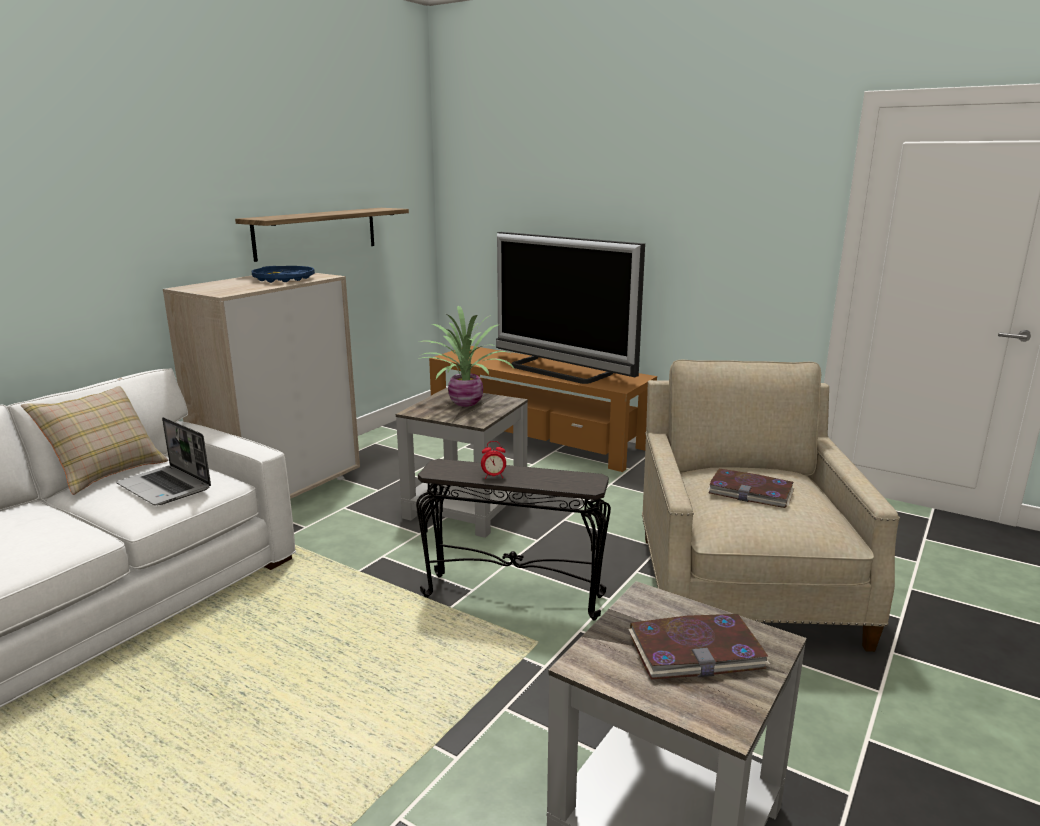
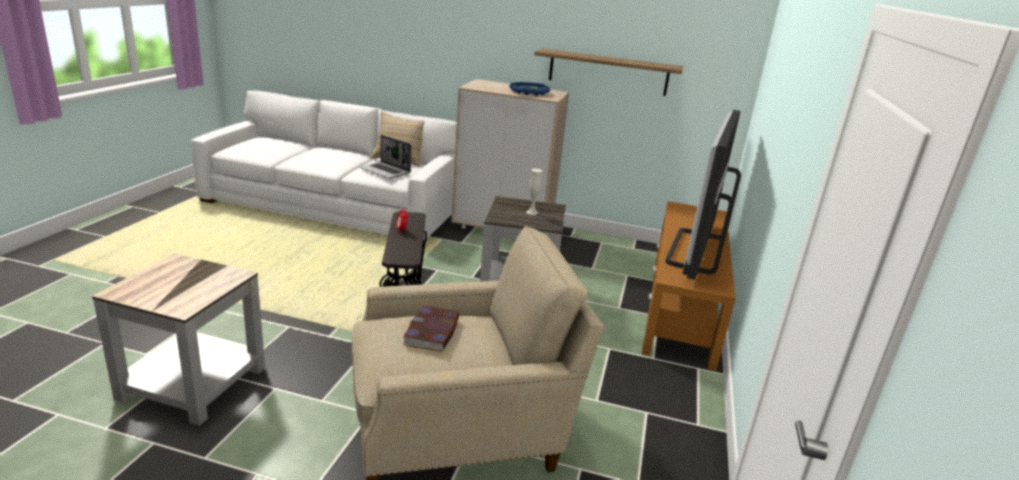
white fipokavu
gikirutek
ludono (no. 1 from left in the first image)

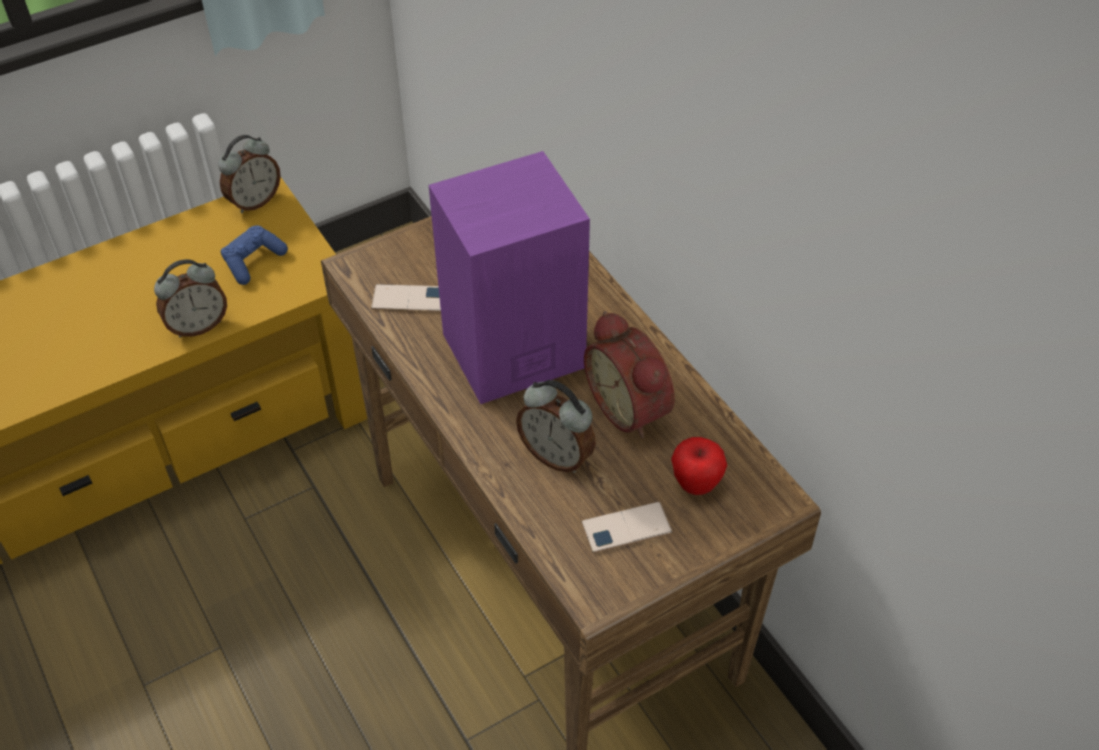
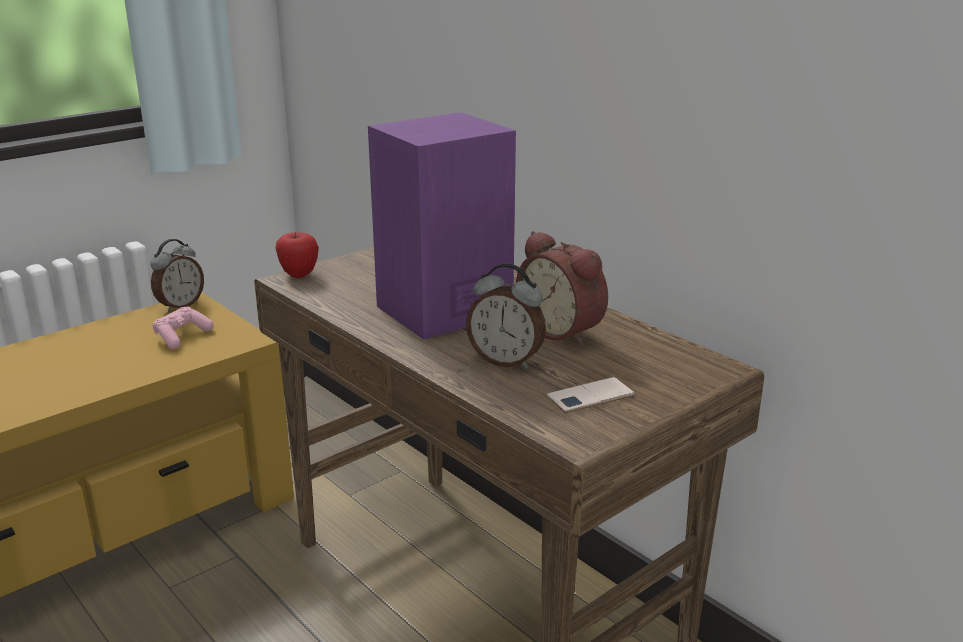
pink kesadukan
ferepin (no. 1 from left in the first image)
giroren (no. 1 from left in the first image)
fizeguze

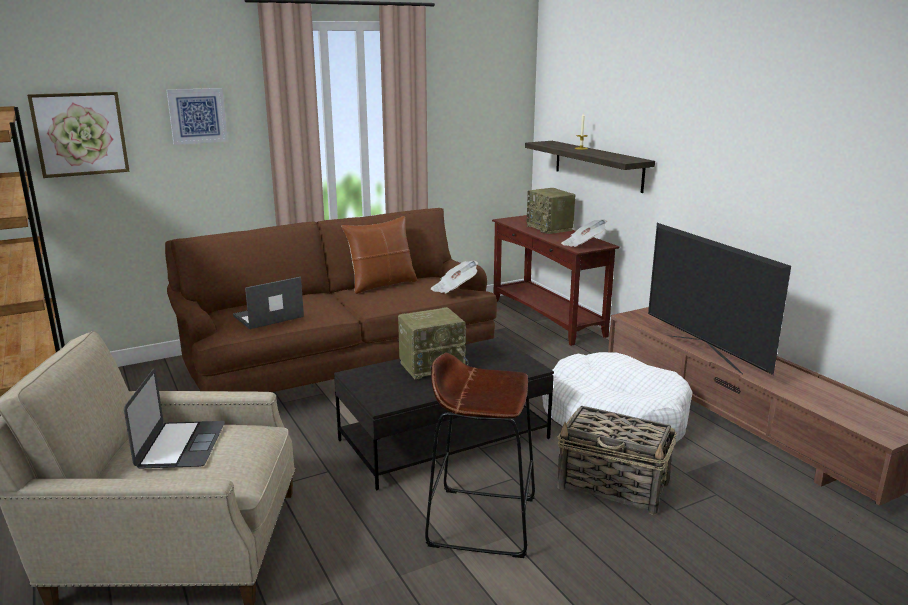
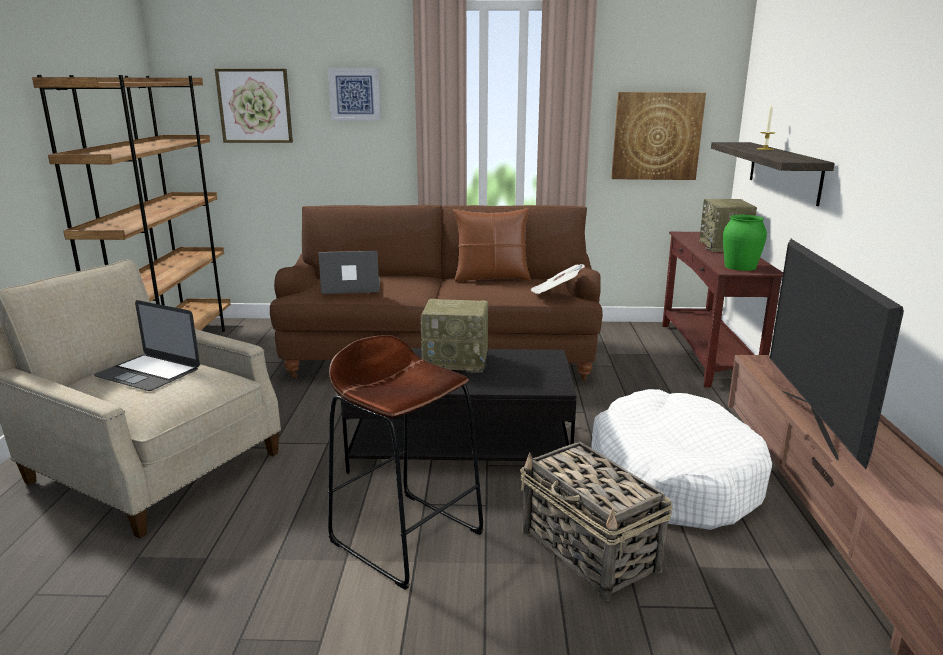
green fipokavu
gikirutek (no. 1 from left)
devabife (no. 3 from left)

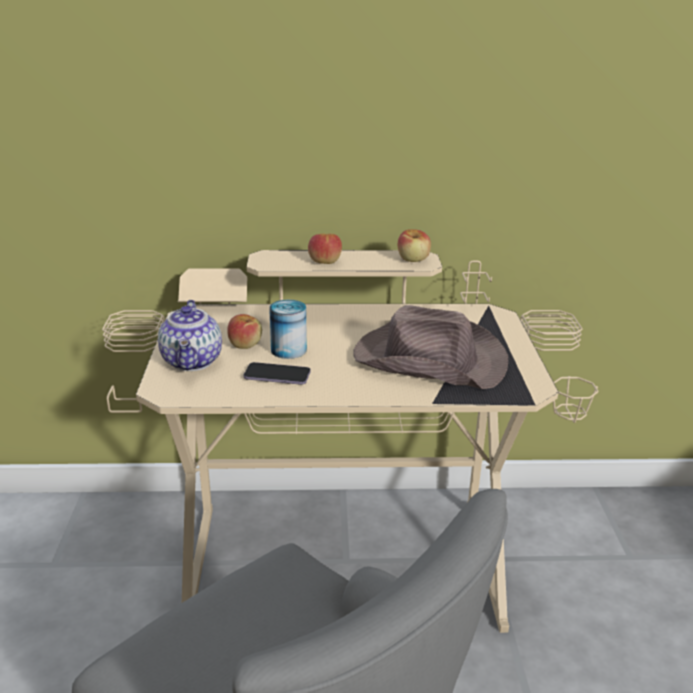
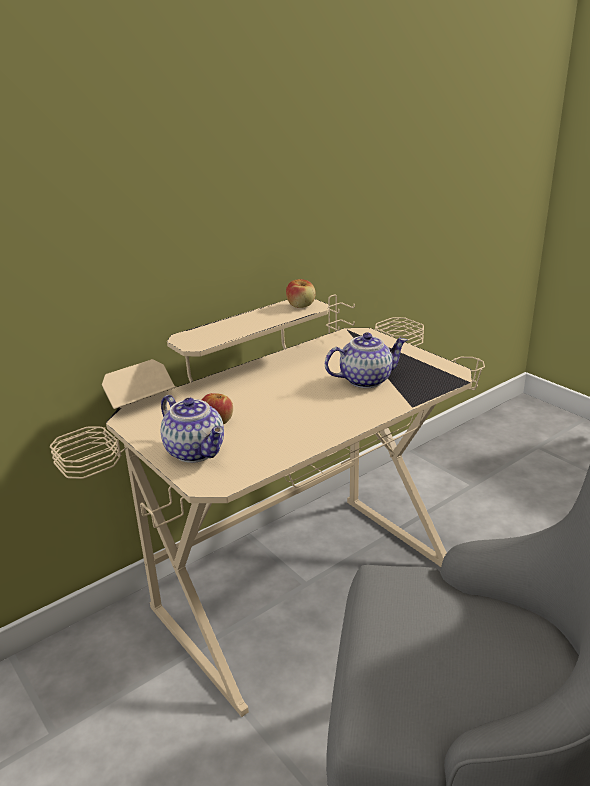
fizeguze (no. 2 from left in the first image)
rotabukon
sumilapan (no. 2 from left)
giroren

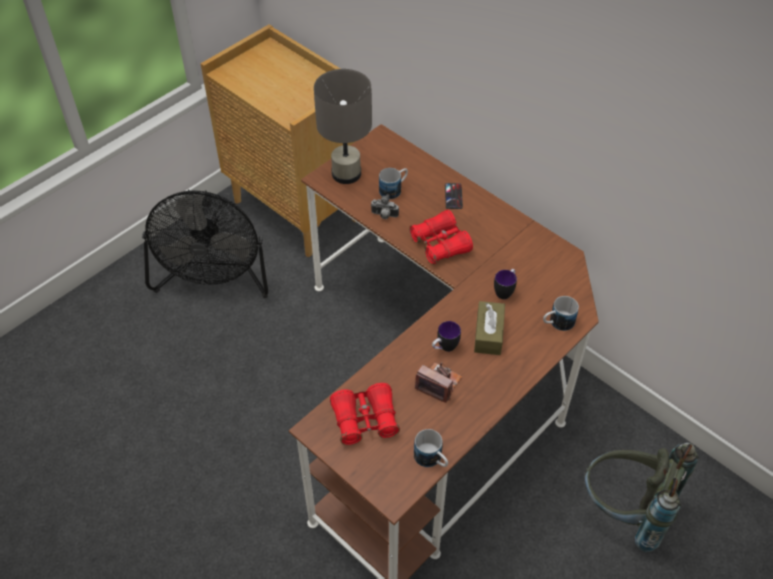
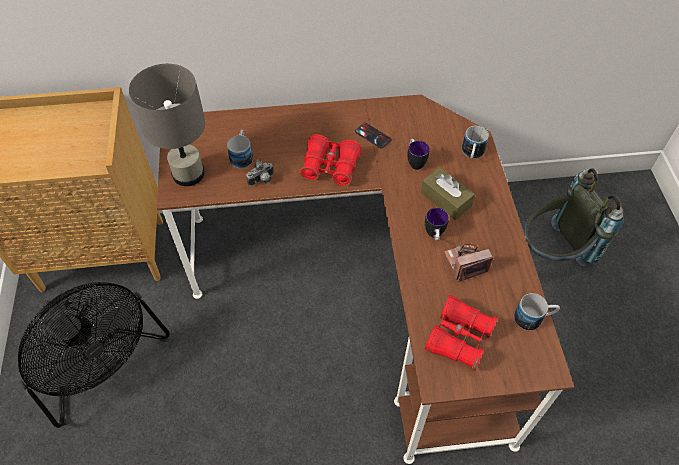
giroren

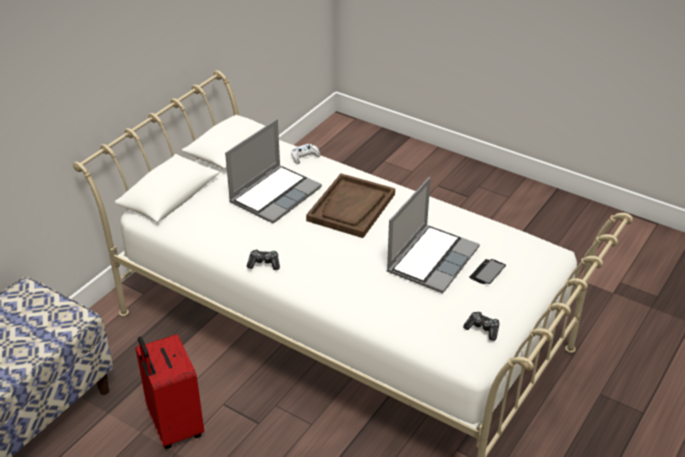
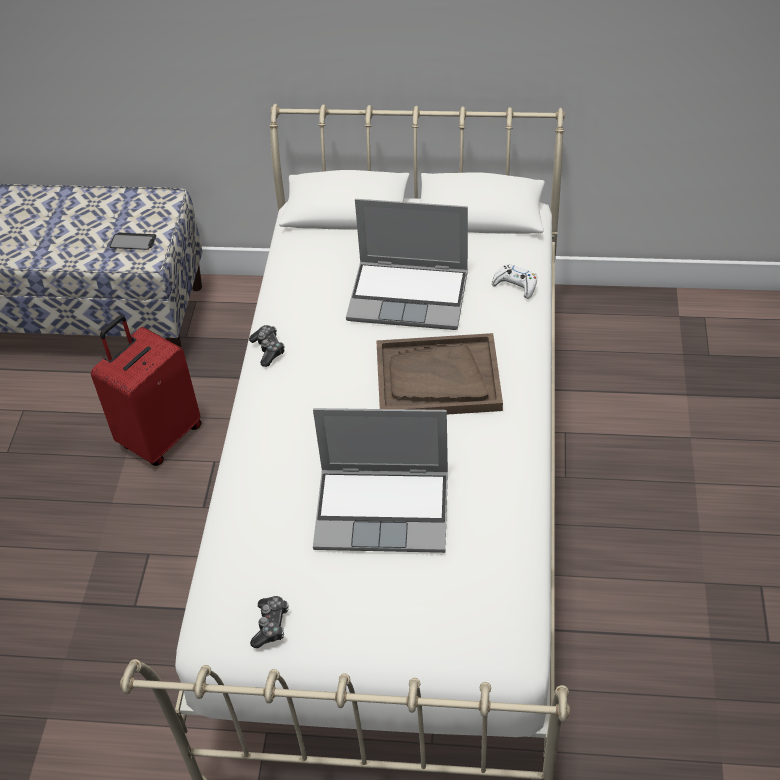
giroren

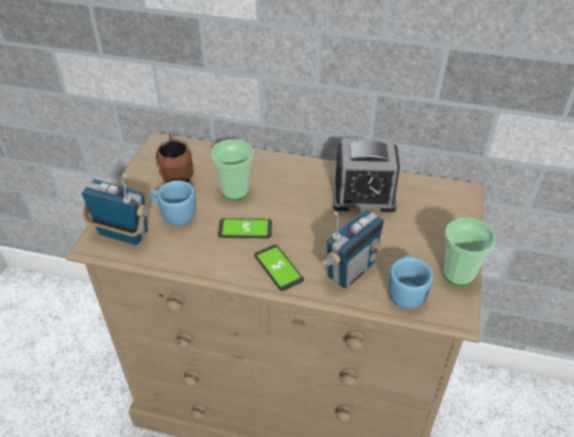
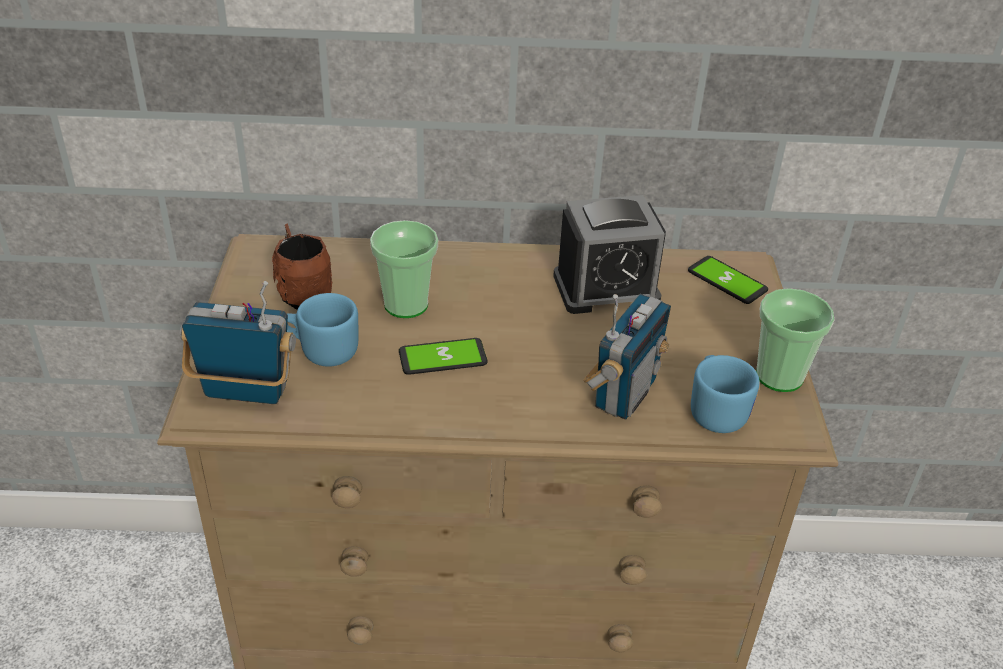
giroren (no. 2 from left)

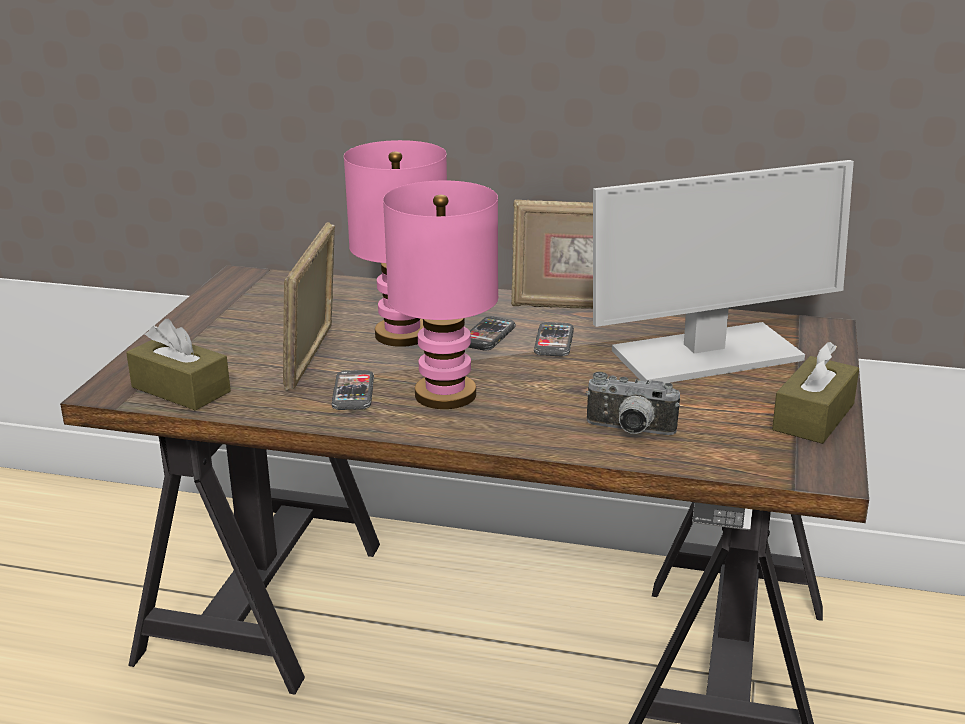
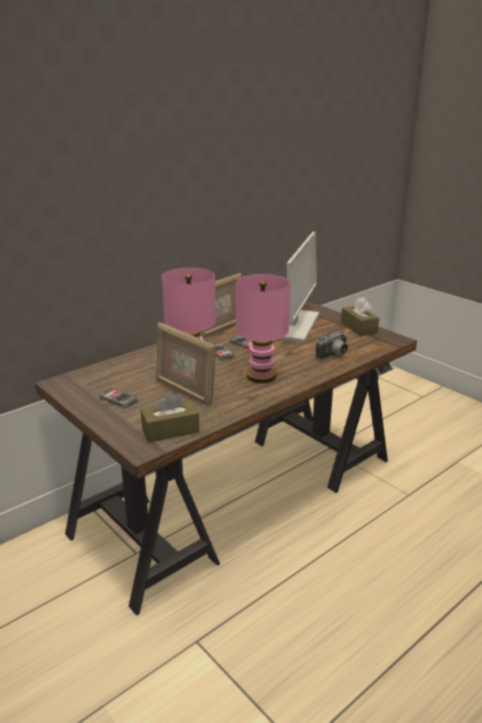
giroren (no. 1 from left)

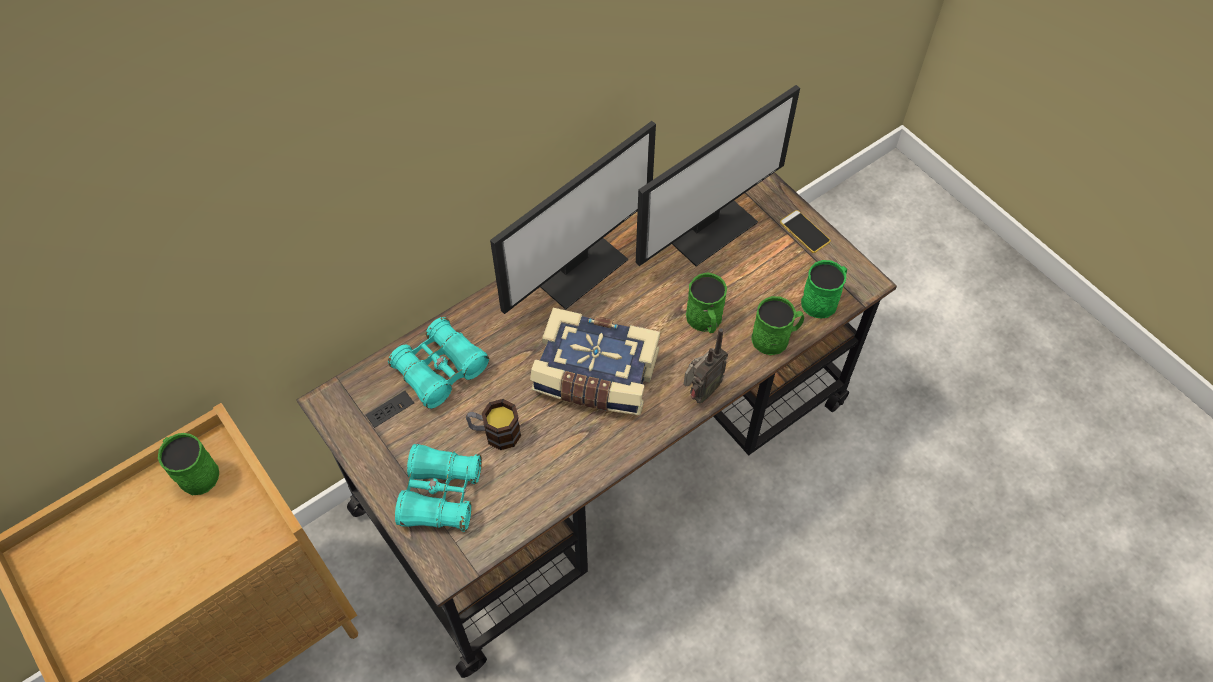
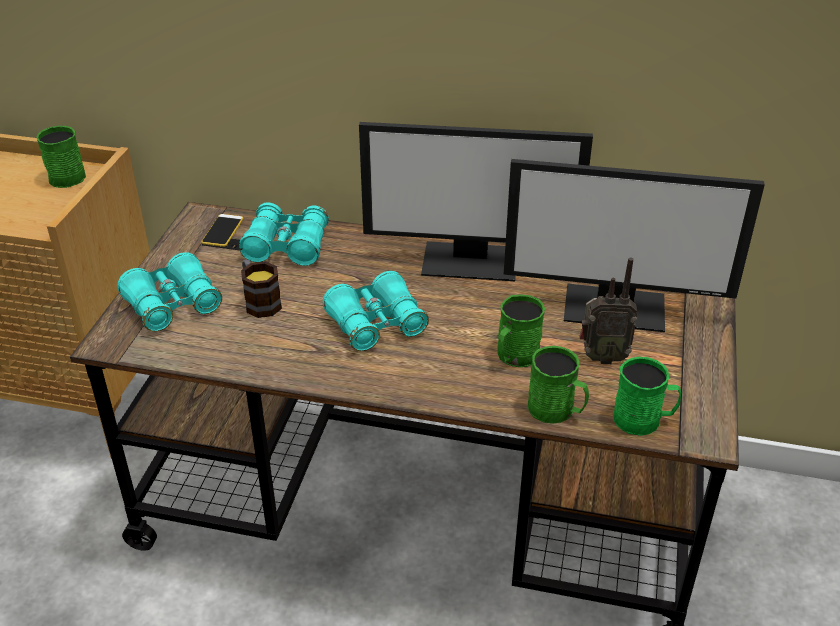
giroren
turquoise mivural (no. 3 from left)
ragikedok

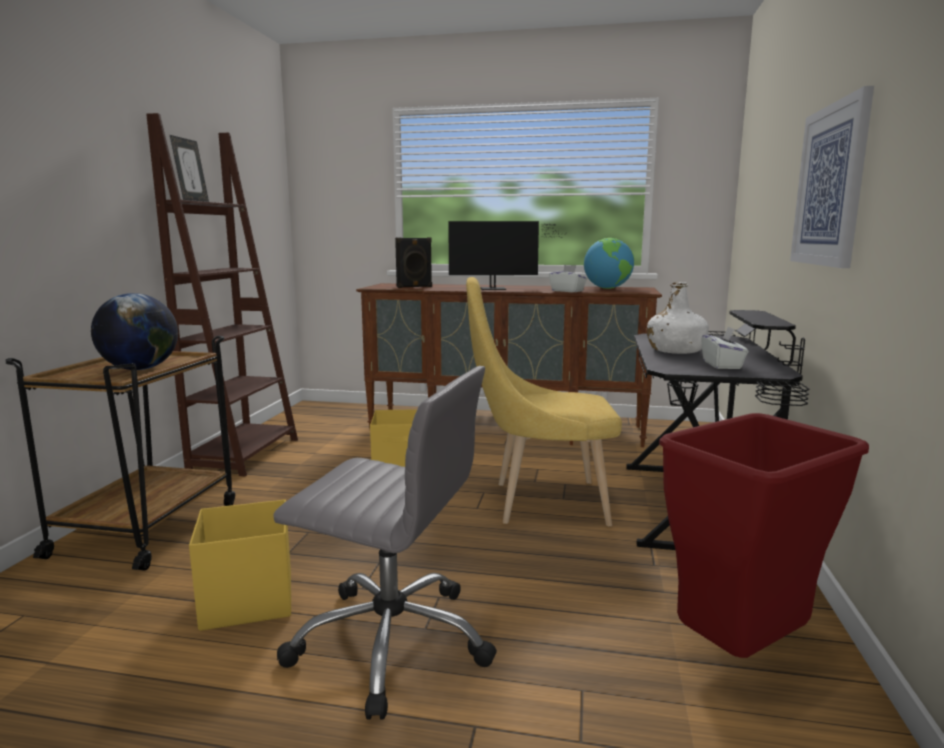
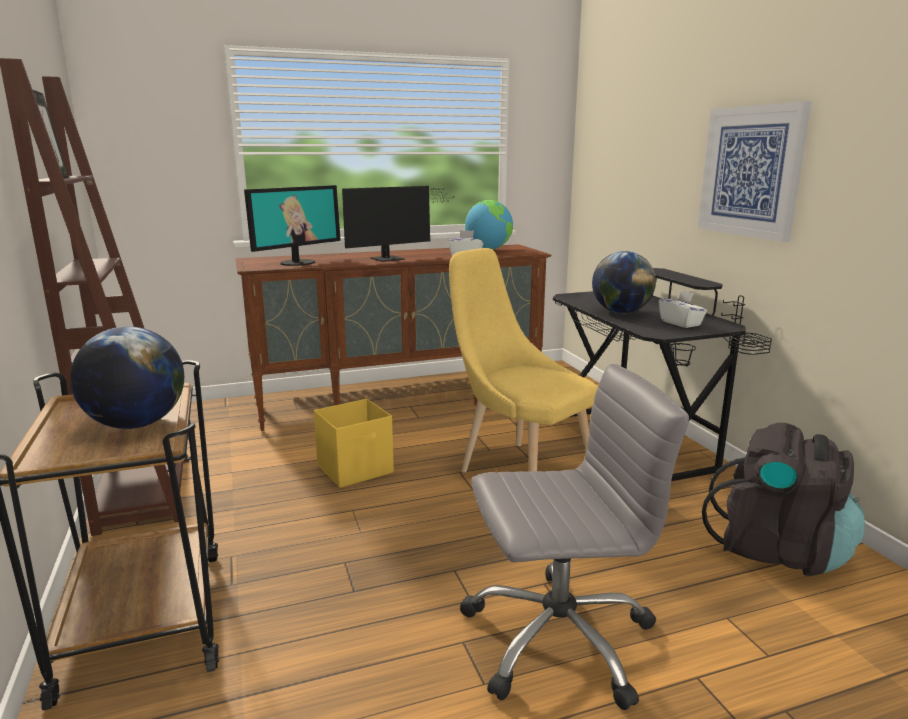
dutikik (no. 1 from left)
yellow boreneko
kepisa (no. 3 from left)
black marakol
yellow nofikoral (no. 1 from left in the first image)

